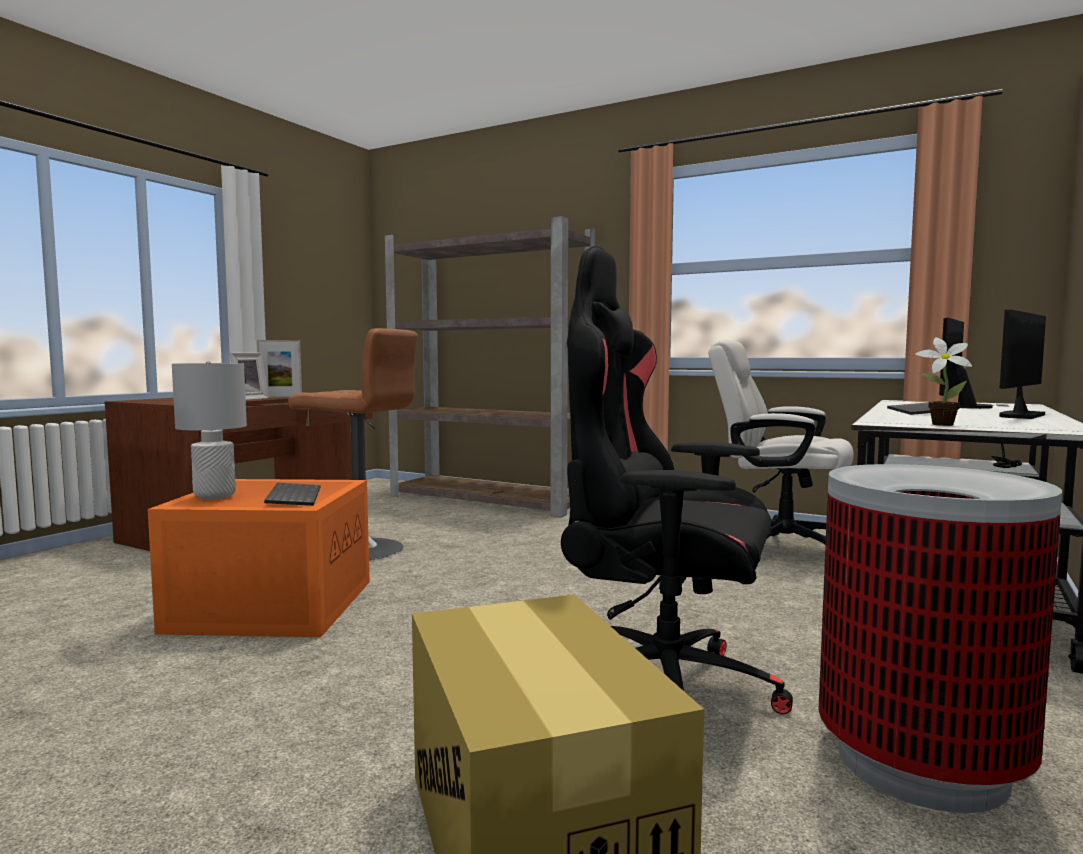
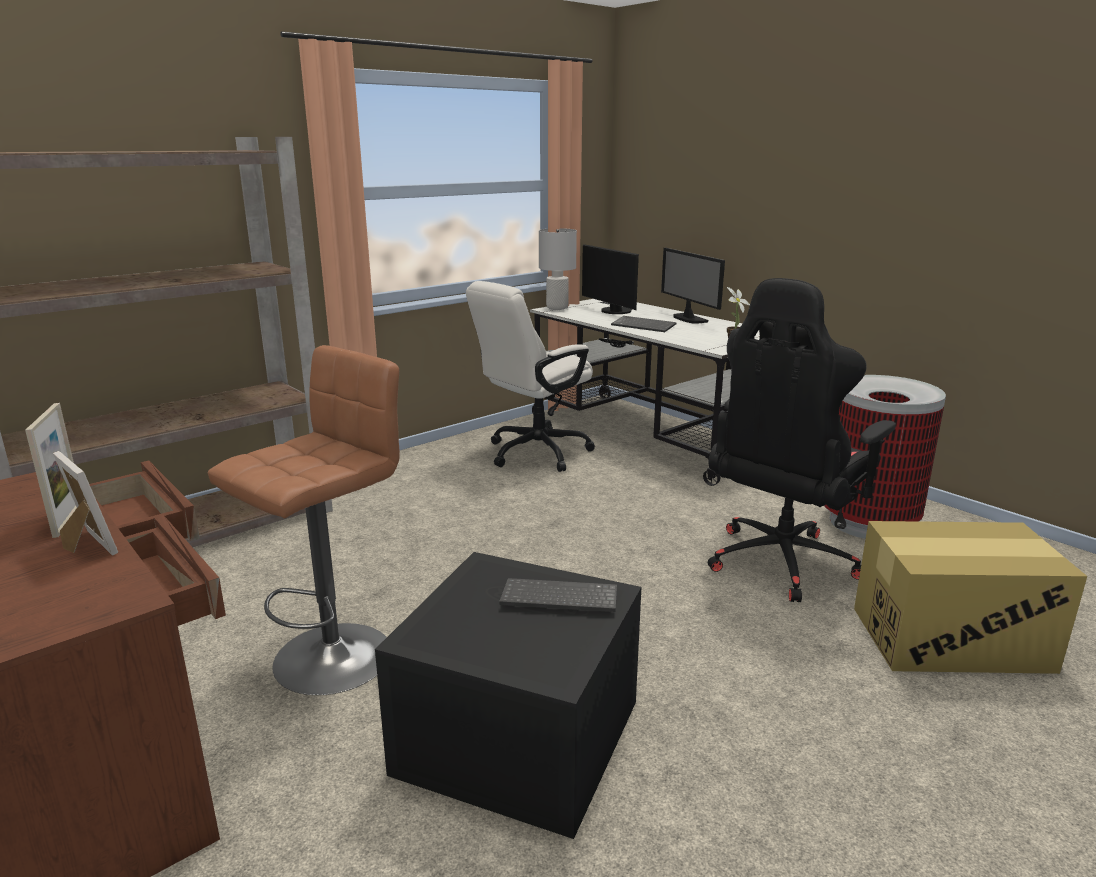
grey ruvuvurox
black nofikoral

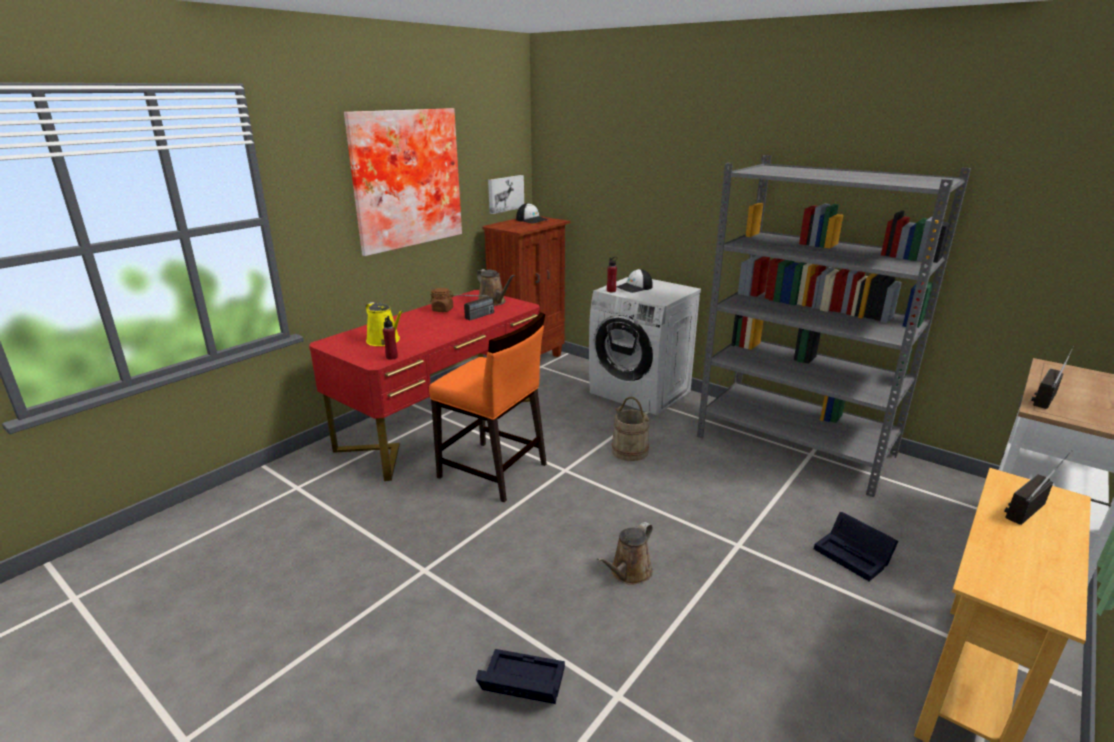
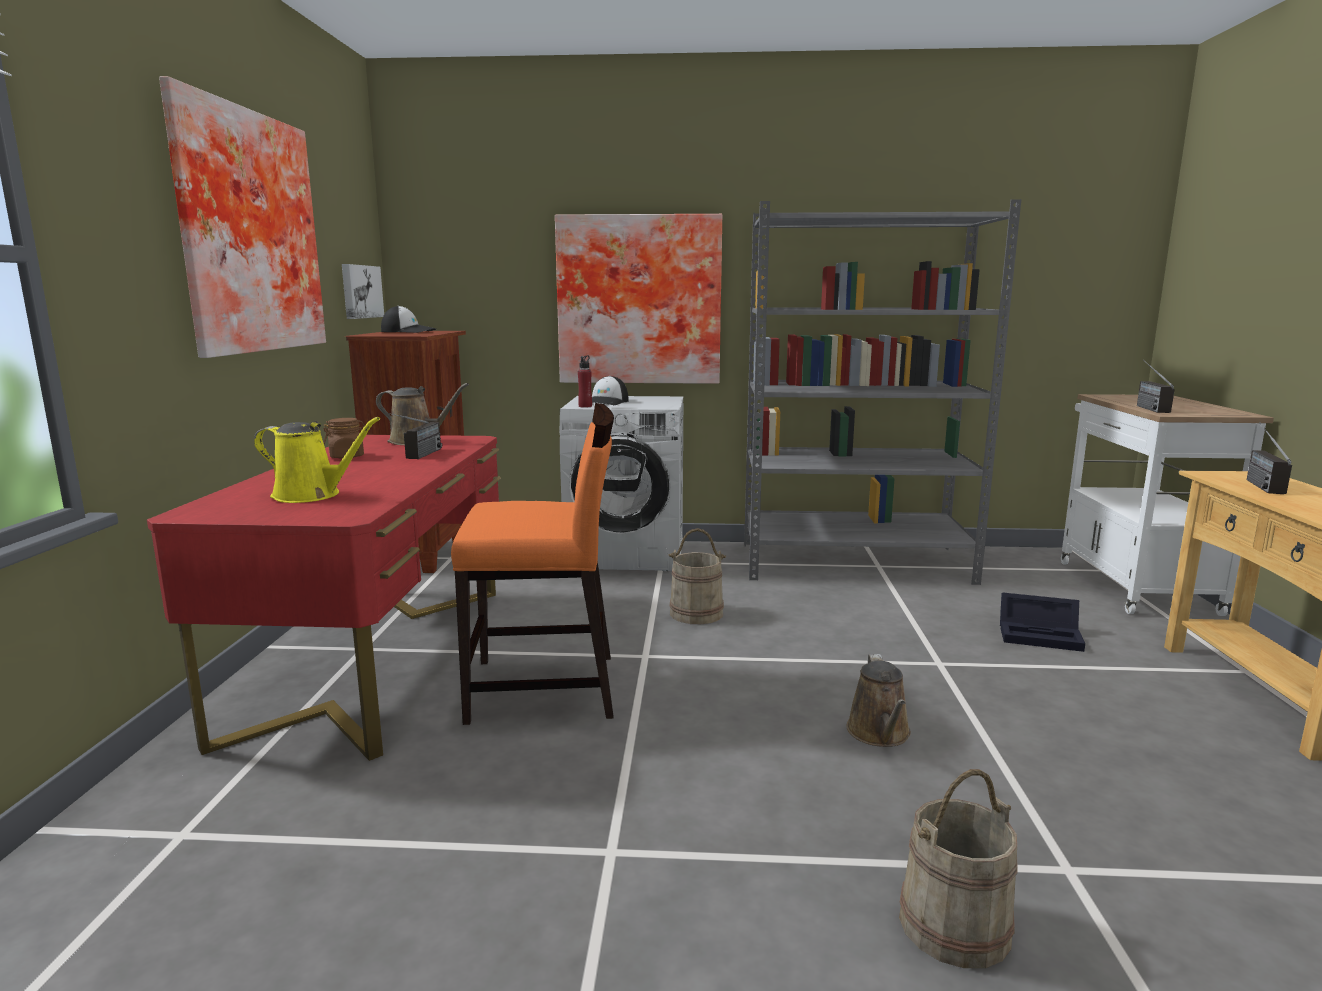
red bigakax (no. 1 from left in the first image)
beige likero (no. 2 from left)
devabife (no. 3 from left)

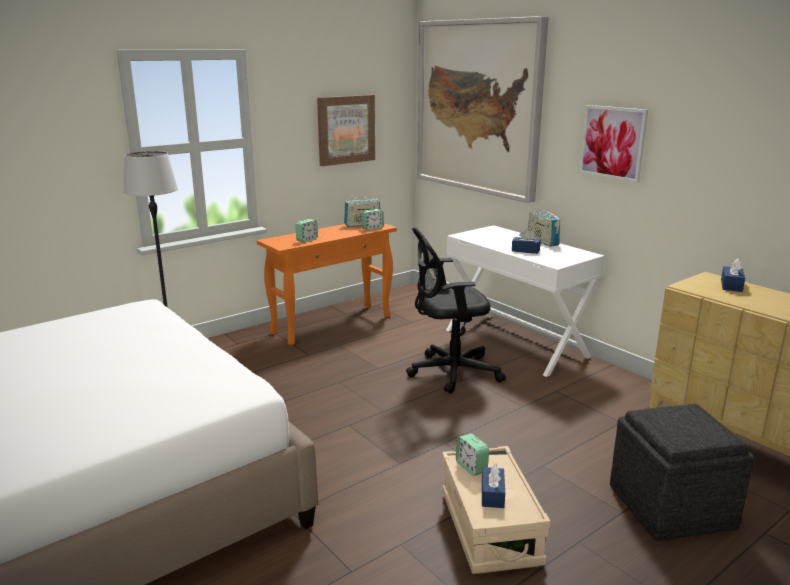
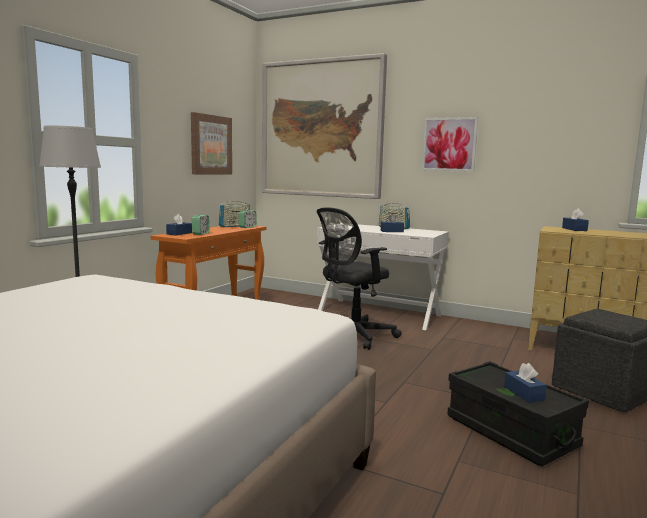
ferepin (no. 3 from left in the first image)
black nofikoral
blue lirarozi (no. 1 from left)

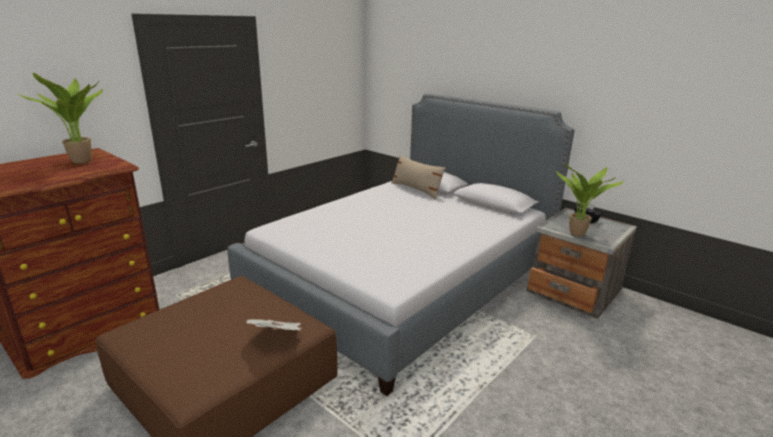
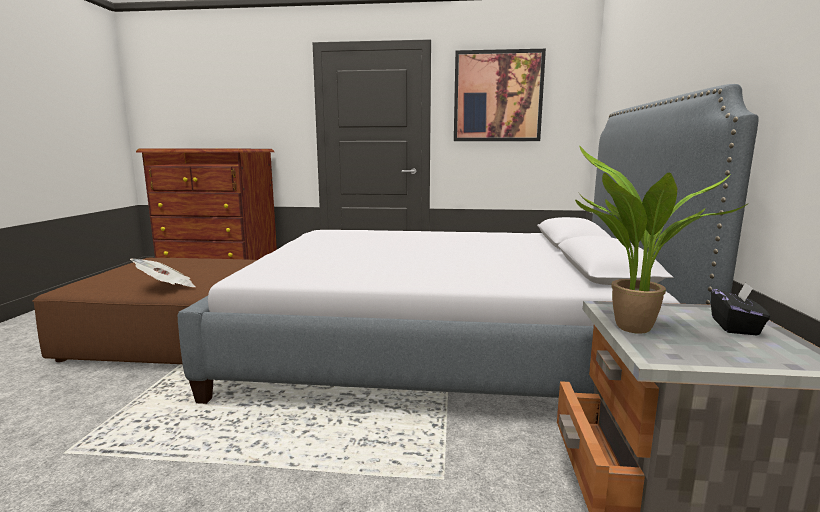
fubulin (no. 1 from left in the first image)
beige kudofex
devabife

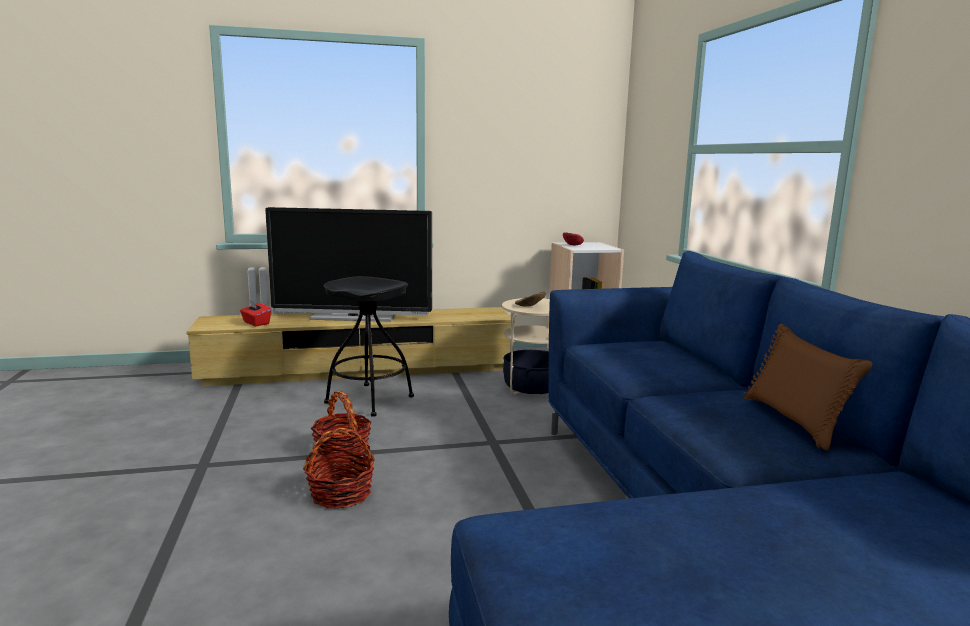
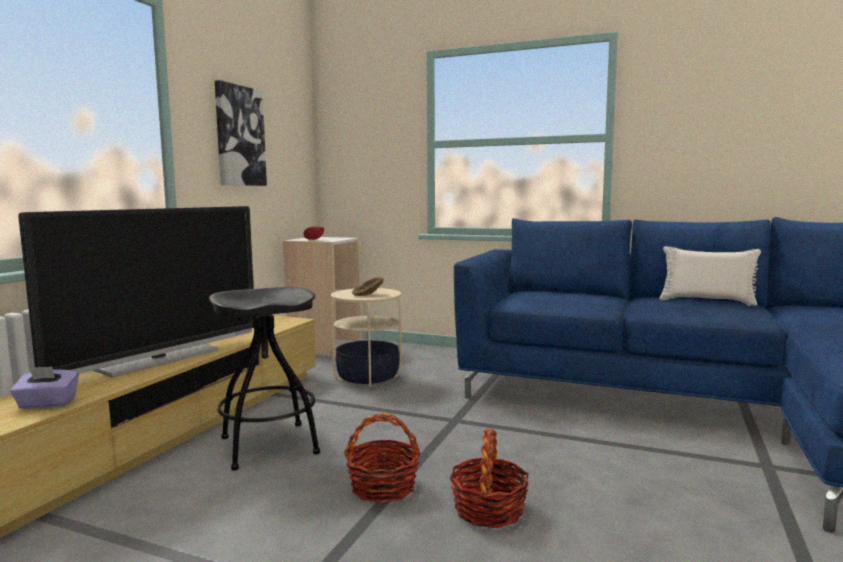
purple lirarozi
white kudofex
devabife

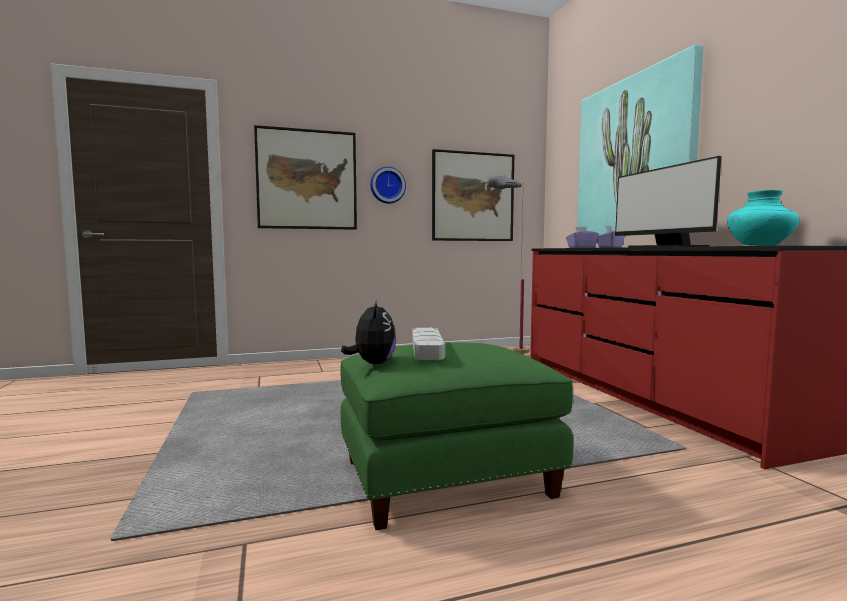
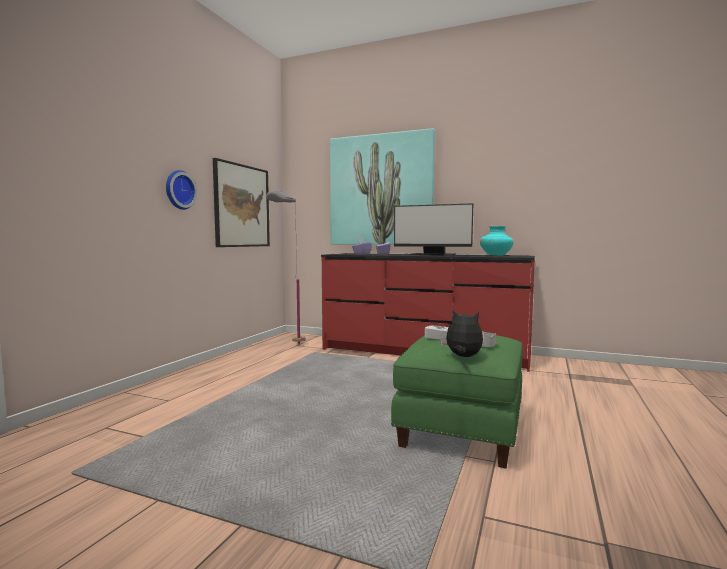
devabife (no. 1 from left in the first image)

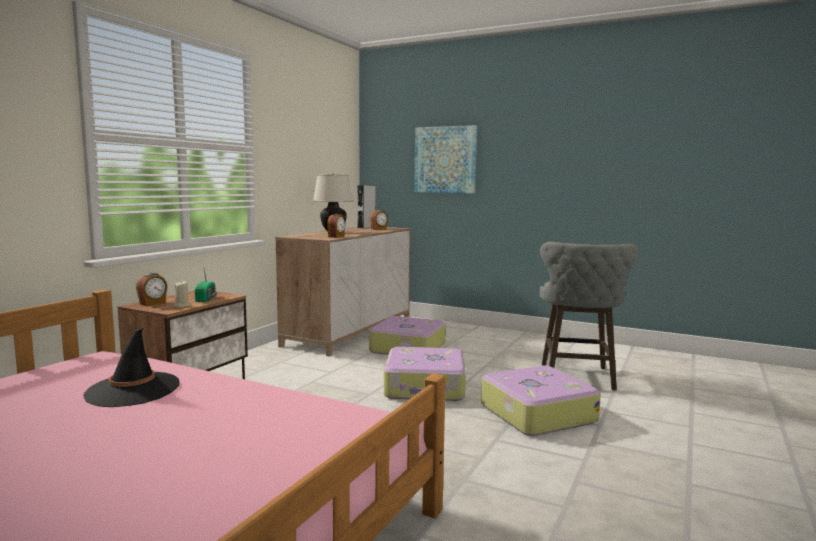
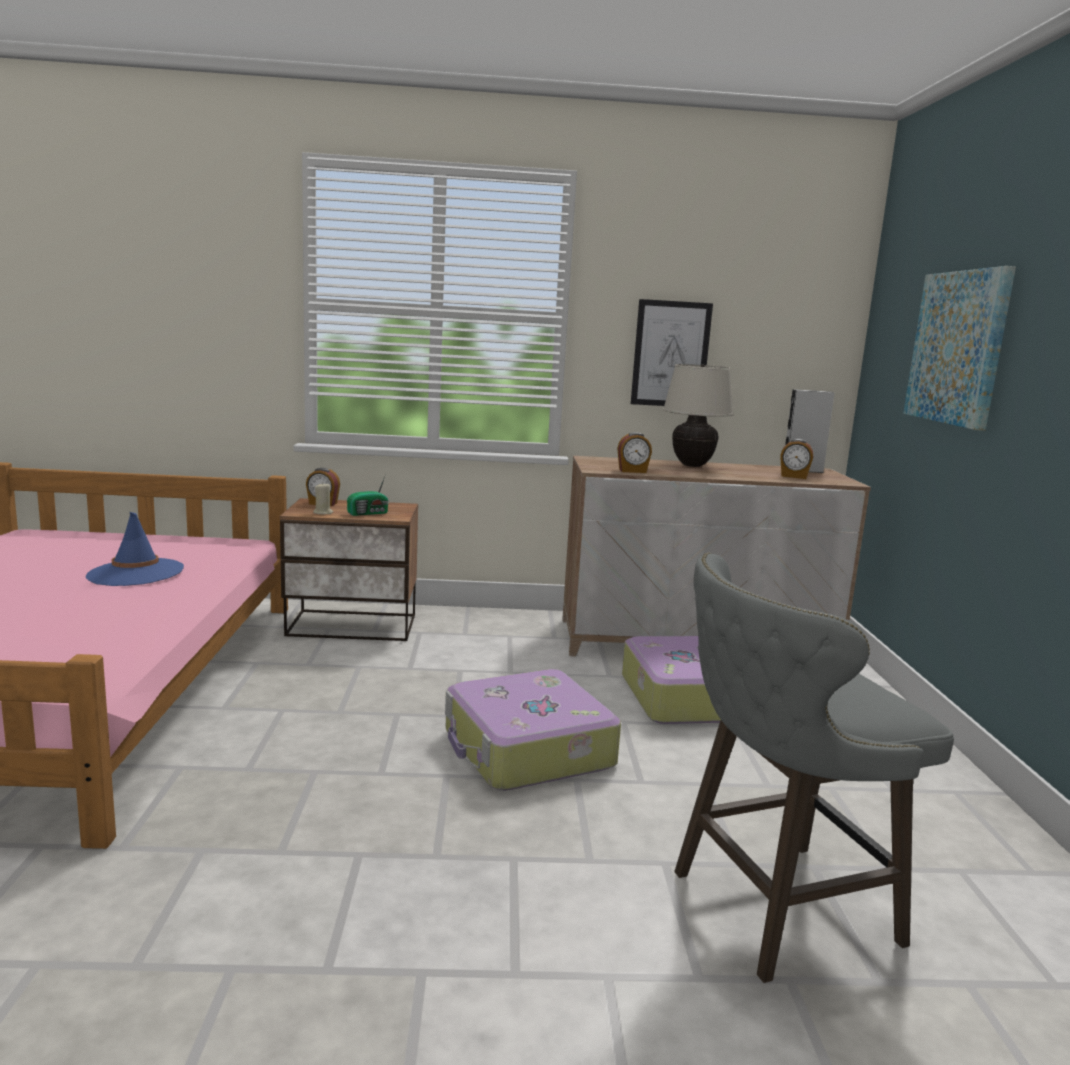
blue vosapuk
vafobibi (no. 3 from left in the first image)
devabife (no. 1 from left)

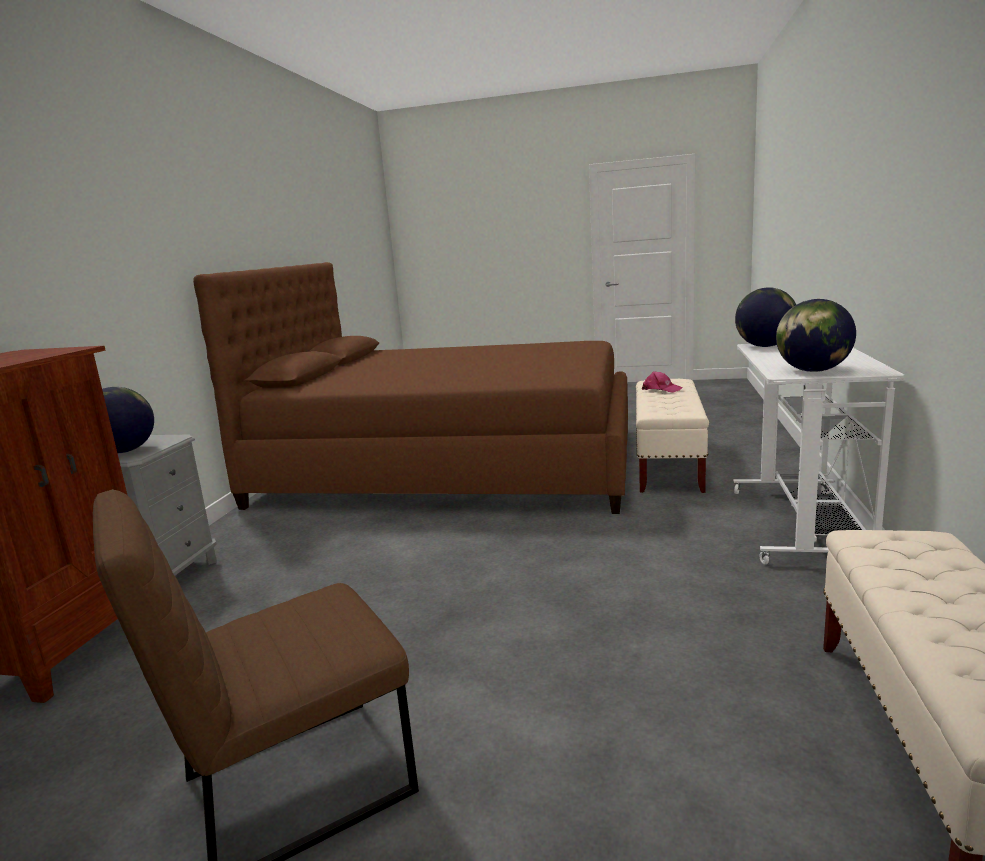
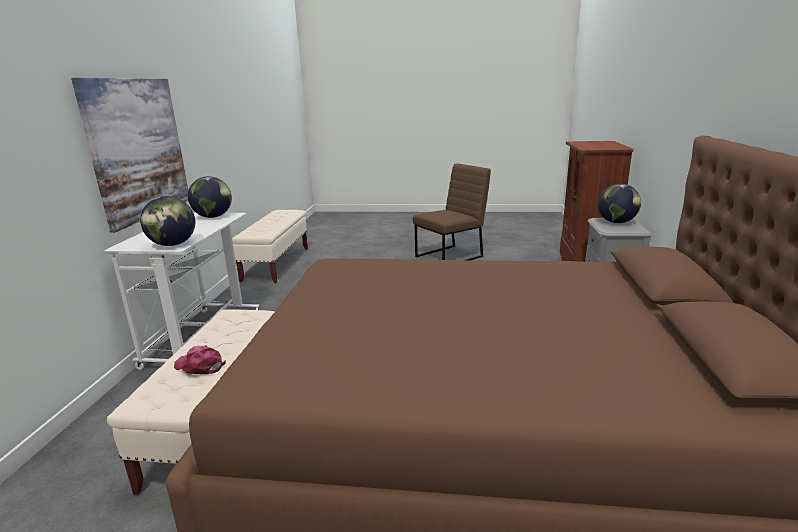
devabife

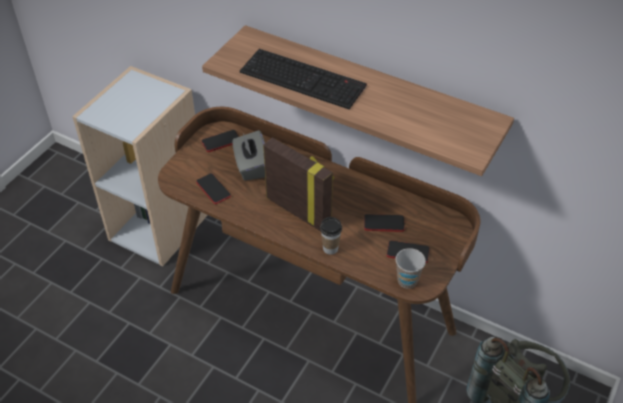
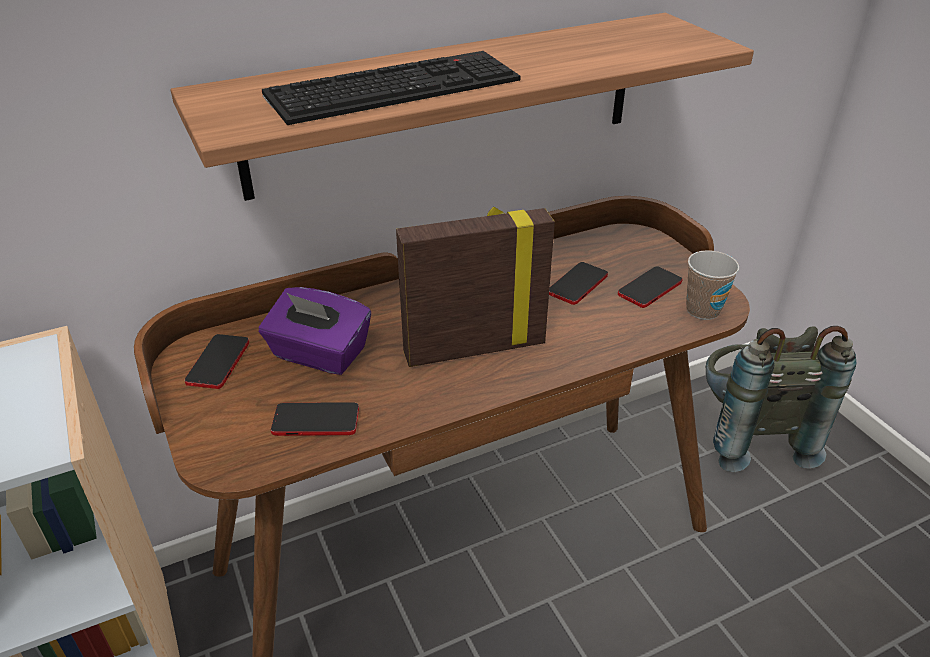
purple lirarozi
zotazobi (no. 1 from left in the first image)

